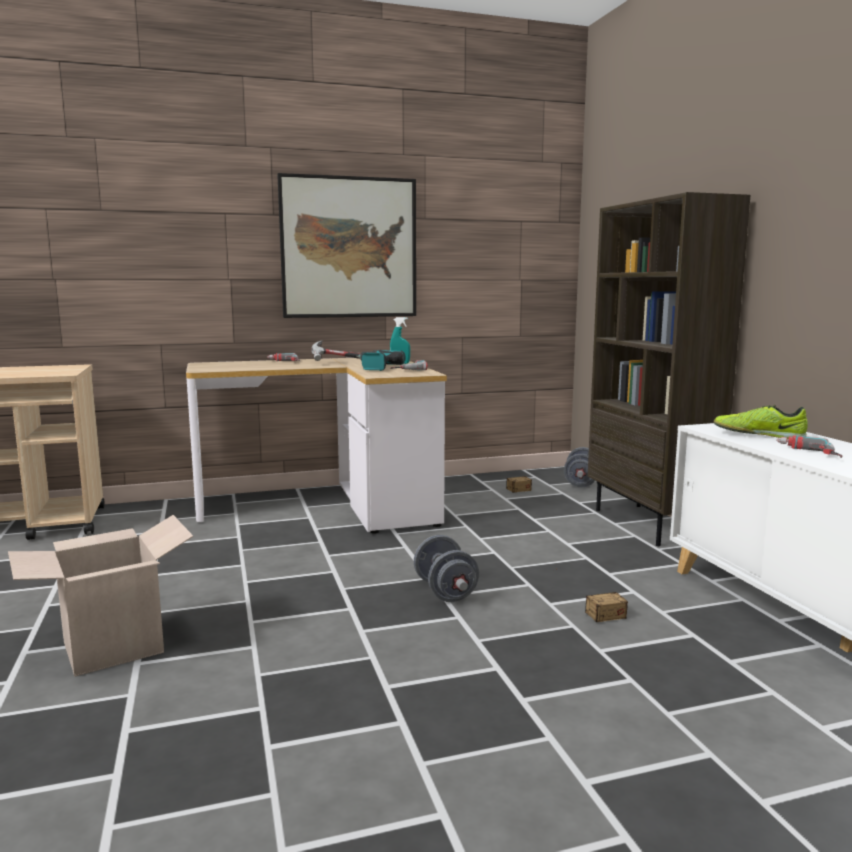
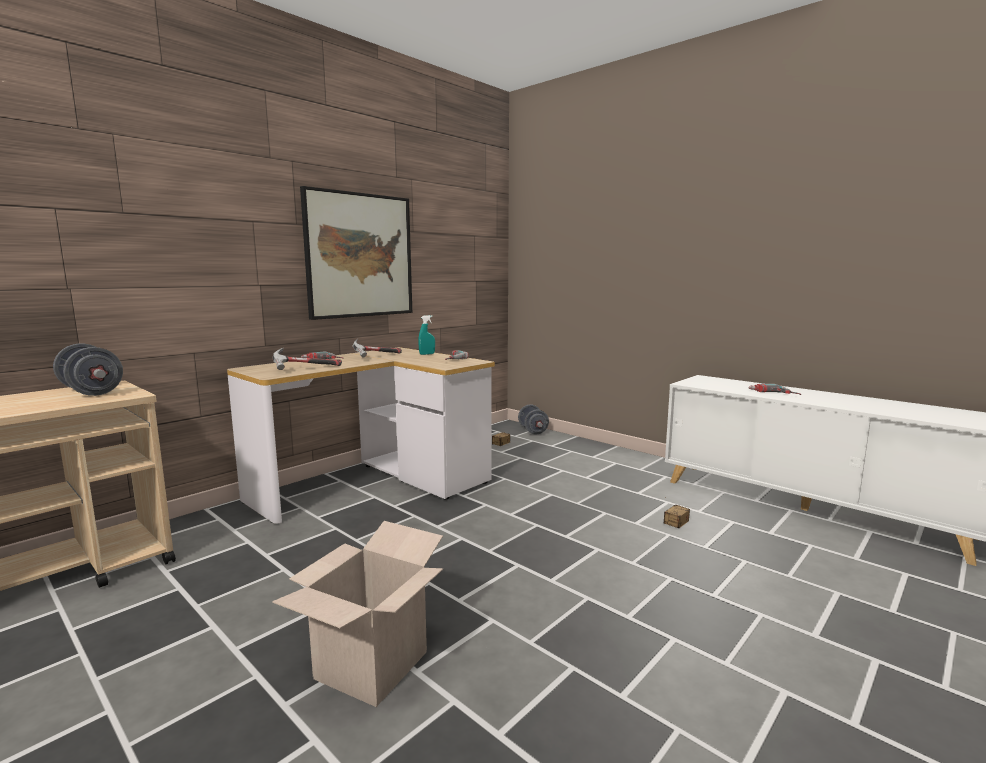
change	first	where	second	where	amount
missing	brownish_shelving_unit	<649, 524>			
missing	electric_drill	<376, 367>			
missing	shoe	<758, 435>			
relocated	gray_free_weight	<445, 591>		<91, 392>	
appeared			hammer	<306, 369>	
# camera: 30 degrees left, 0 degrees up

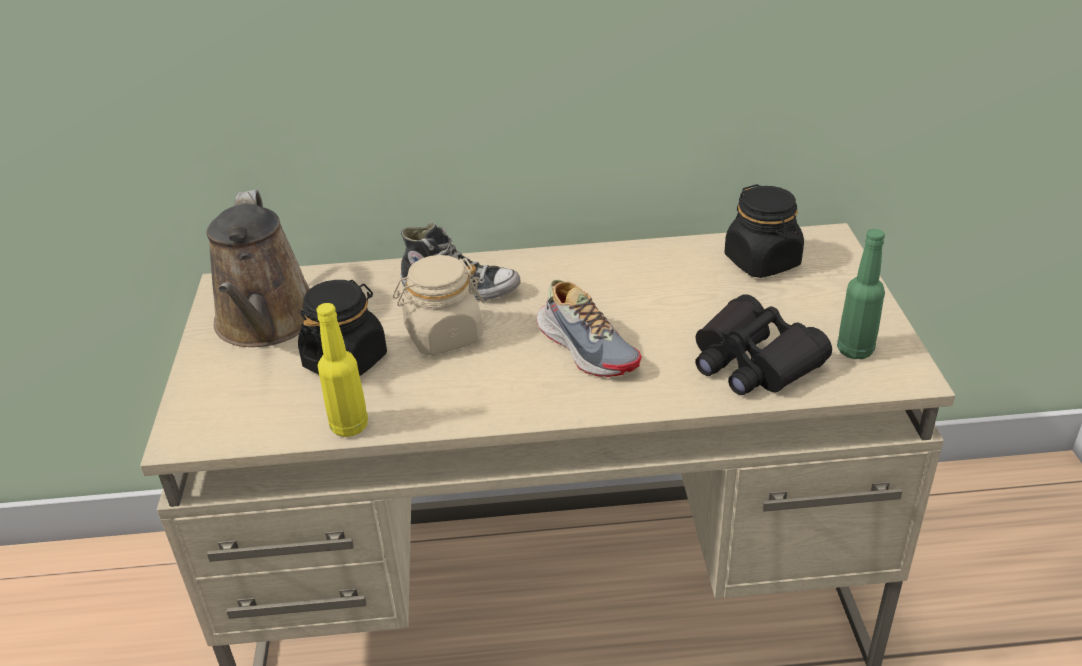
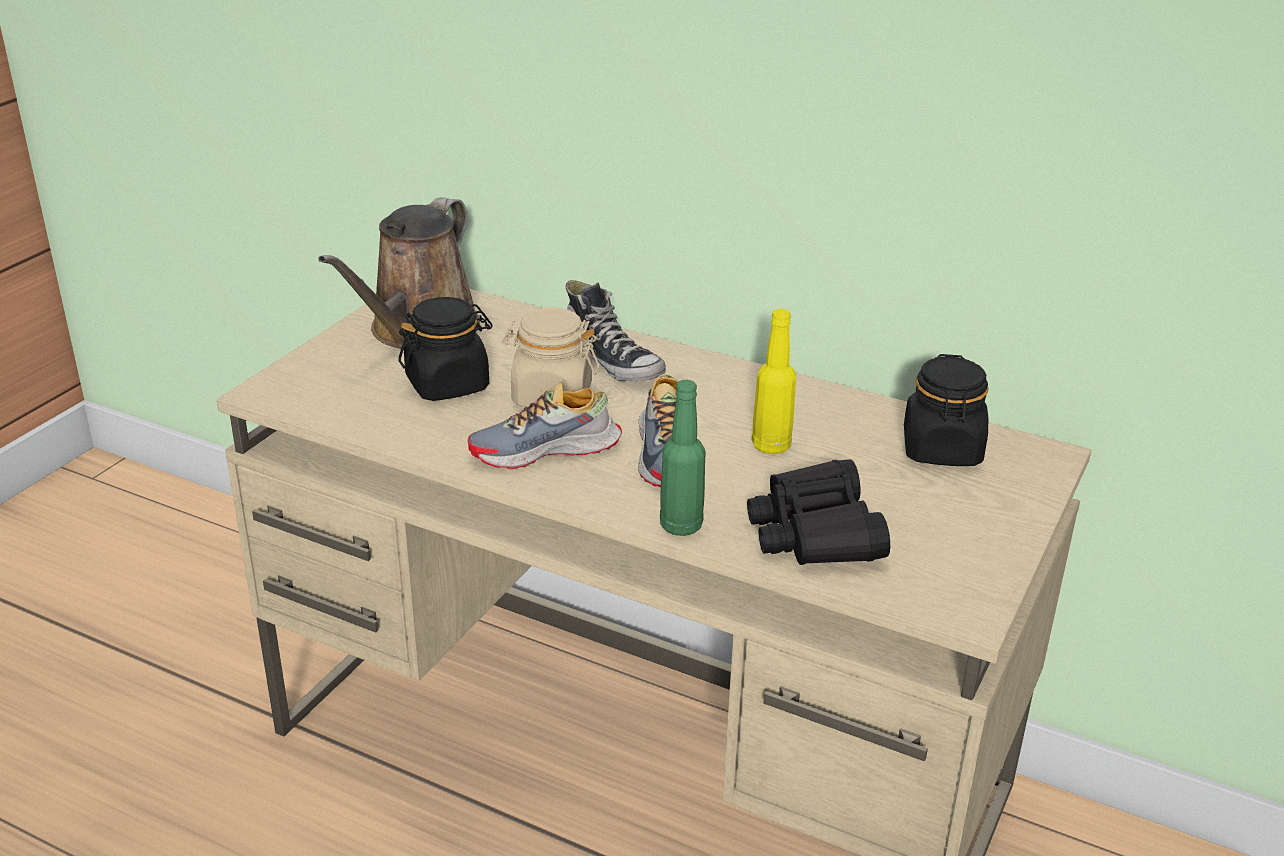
change	first	where	second	where	amount
relocated	green_drink_bottle	<855, 350>		<681, 526>	
relocated	yellow_drink_bottle	<349, 426>		<771, 446>	
appeared			shoe	<546, 450>	
# camera: 30 degrees right, 5 degrees down

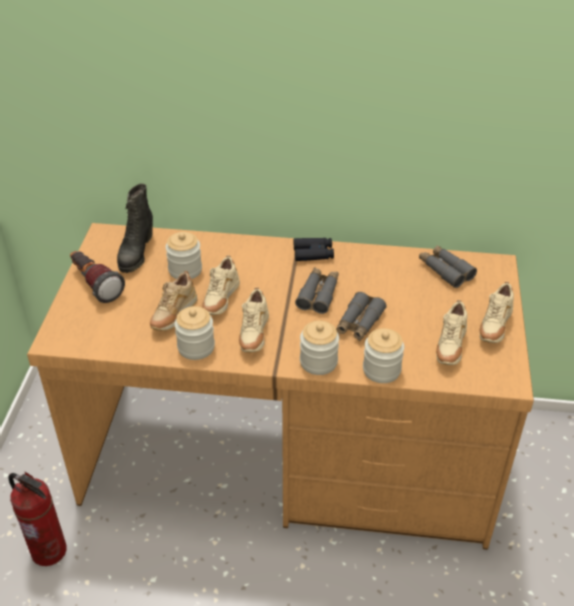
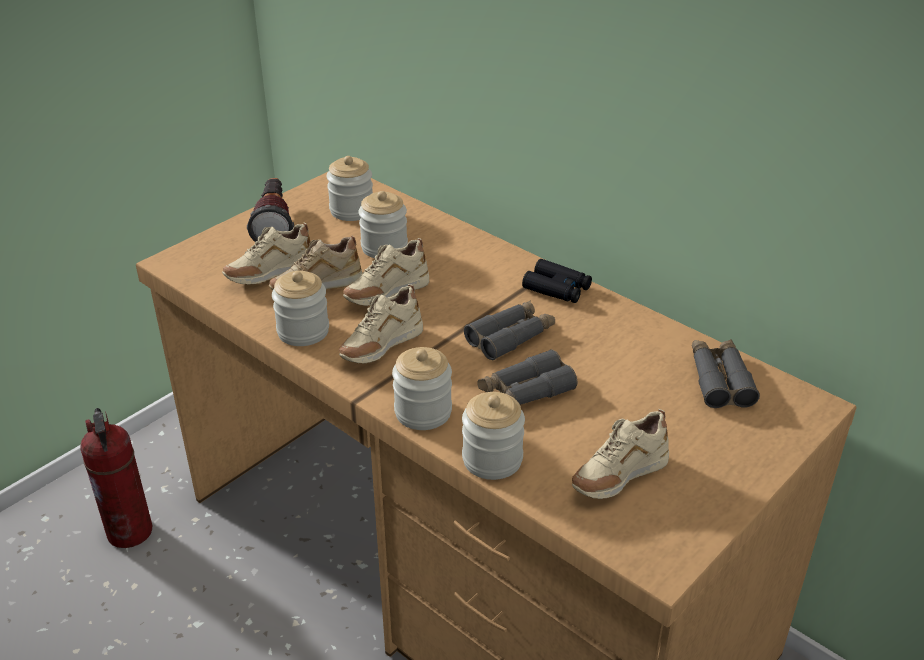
change	first	where	second	where	amount
exchanged	blackish_high-top_boot	<136, 253>	preserve_jar	<351, 210>	
relocated	beige_shoe	<494, 328>		<270, 275>	
# camera: 35 degrees right, 5 degrees down

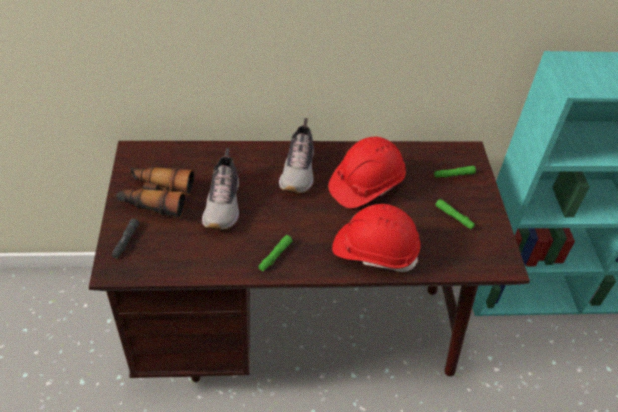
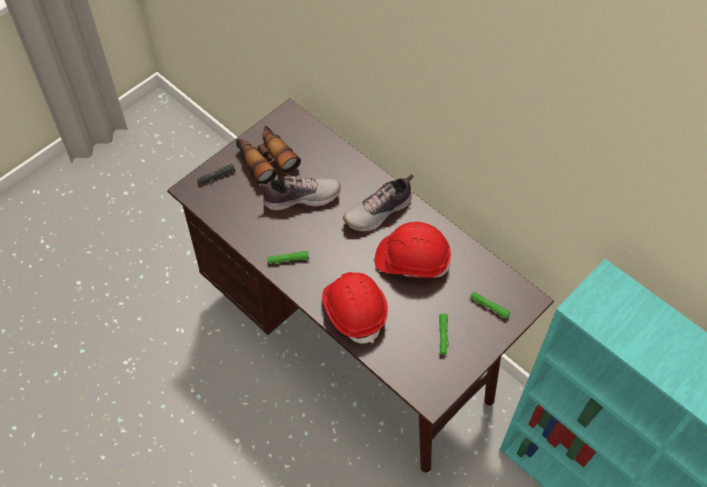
change	first	where	second	where	amount
spun	shoe	<223, 203>		<300, 197>	150 degrees counterclockwise
# camera: 50 degrees right, 10 degrees up

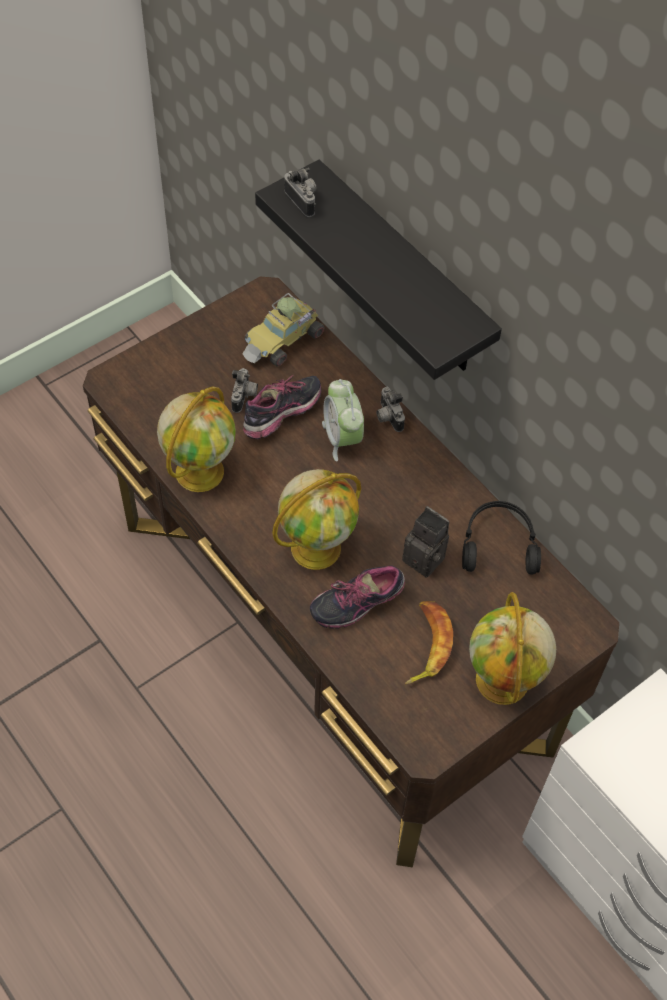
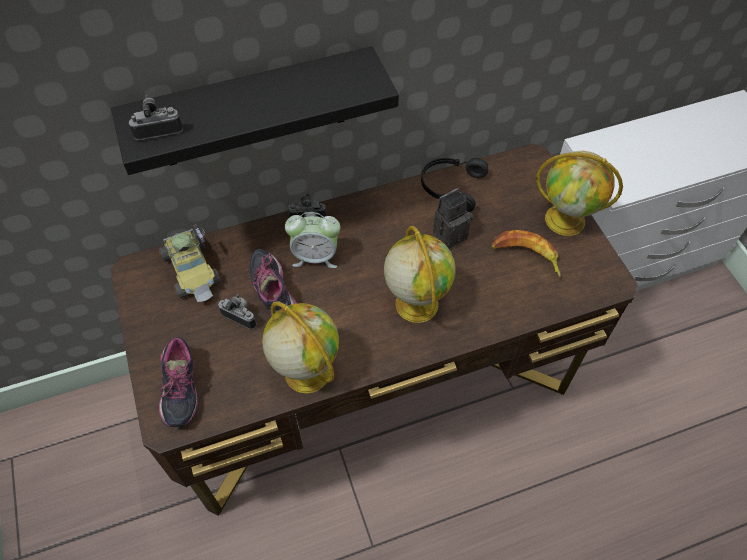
change	first	where	second	where	amount
relocated	shoe	<356, 603>		<179, 390>	
# camera: 70 degrees left, 0 degrees up

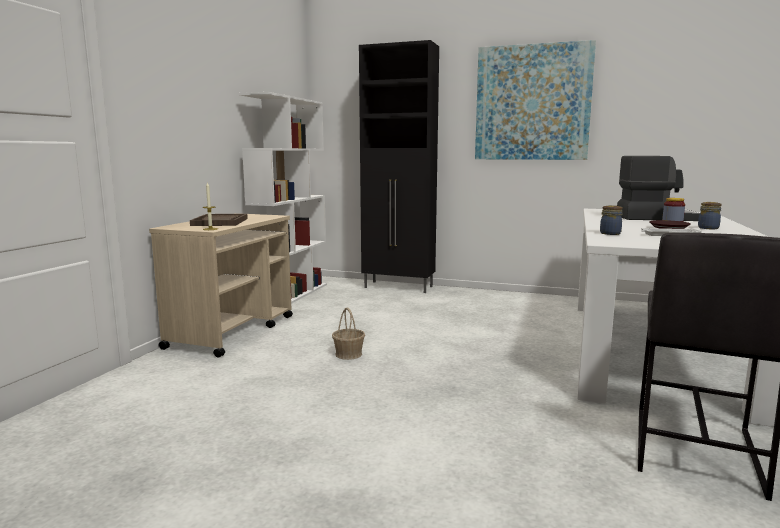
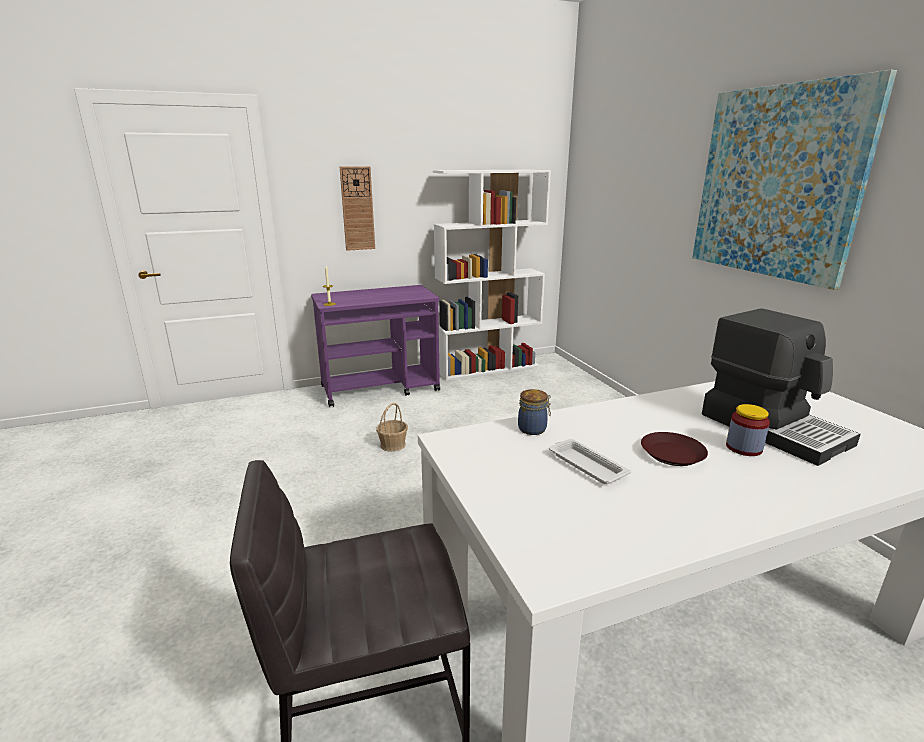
change	first	where	second	where	amount
missing	blackish_storage_cabinet	<399, 287>			
missing	preserve_jar	<707, 228>			
colour	beige_trolley	<232, 331>	purple_trolley	<381, 388>	
missing	brownish_serving_tray	<220, 222>			
appeared			wall_clock	<357, 209>	
# camera: 50 degrees right, 10 degrees up

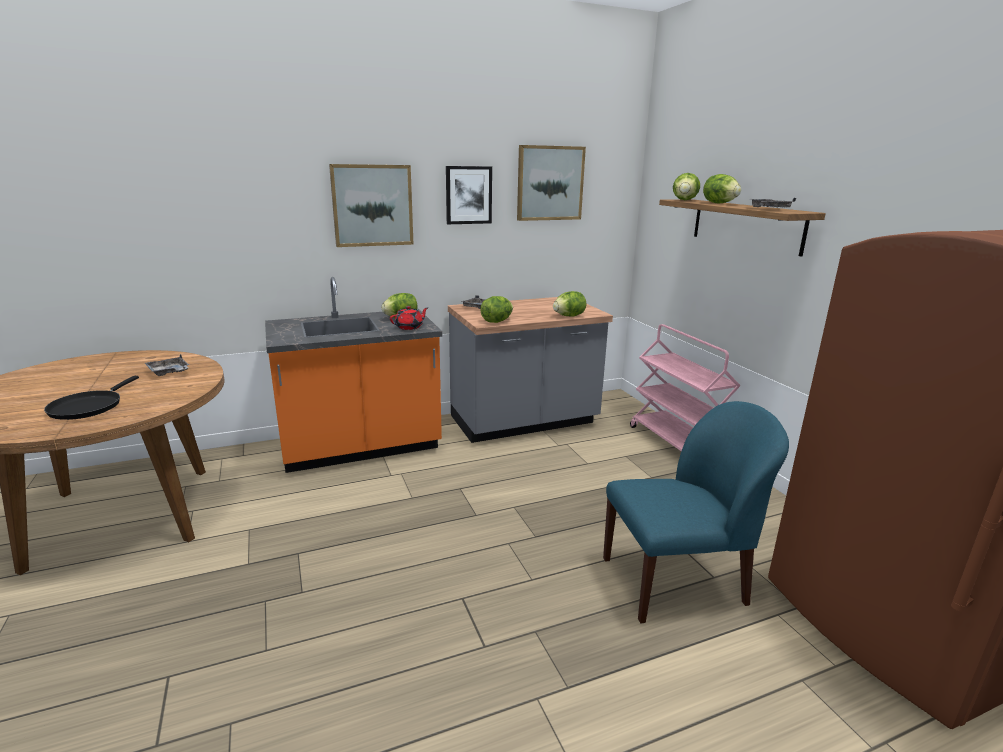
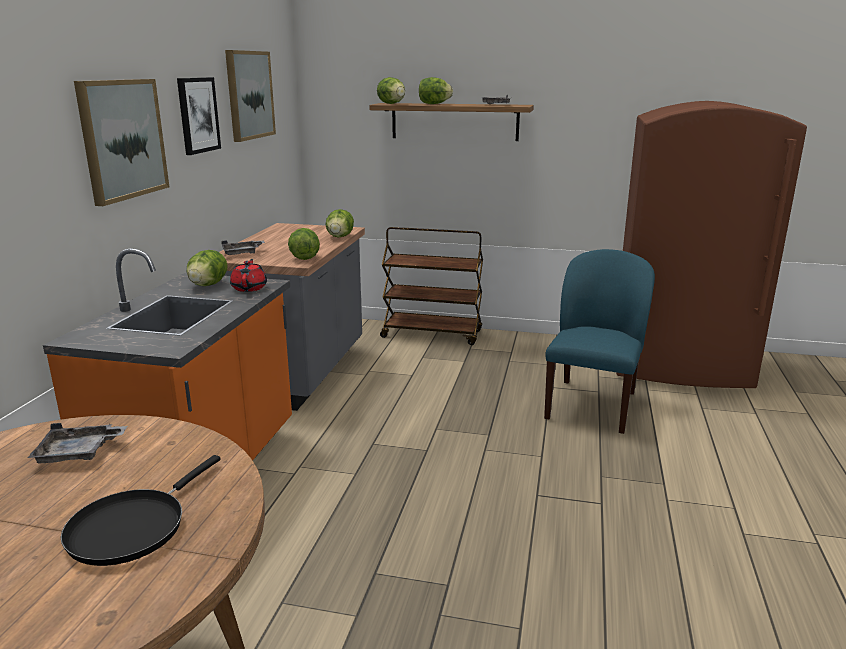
change	first	where	second	where	amount
colour	pink_trolley	<676, 444>	brownish_trolley	<432, 334>	
spun	blackish_pan	<89, 407>		<132, 527>	75 degrees clockwise
# camera: 55 degrees left, 0 degrees up

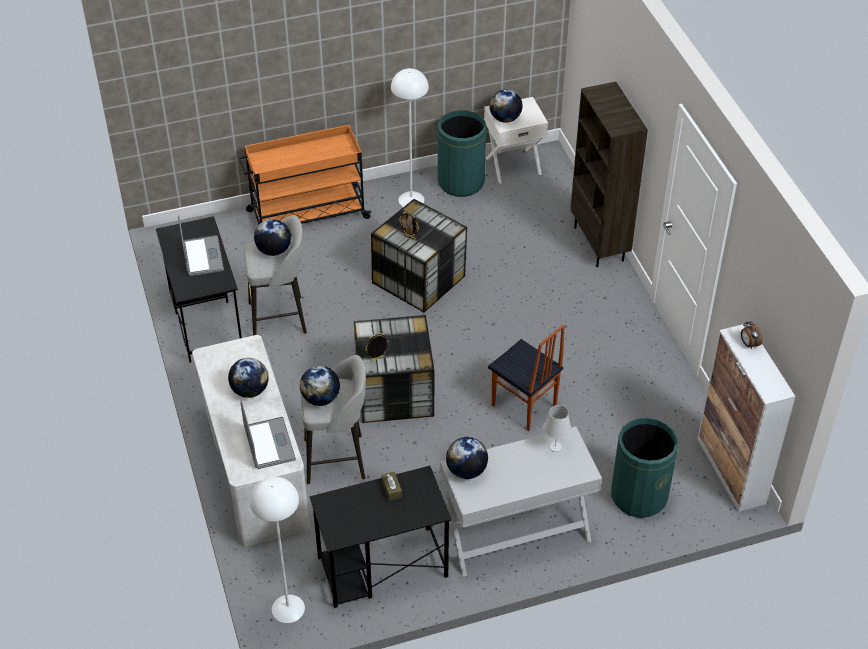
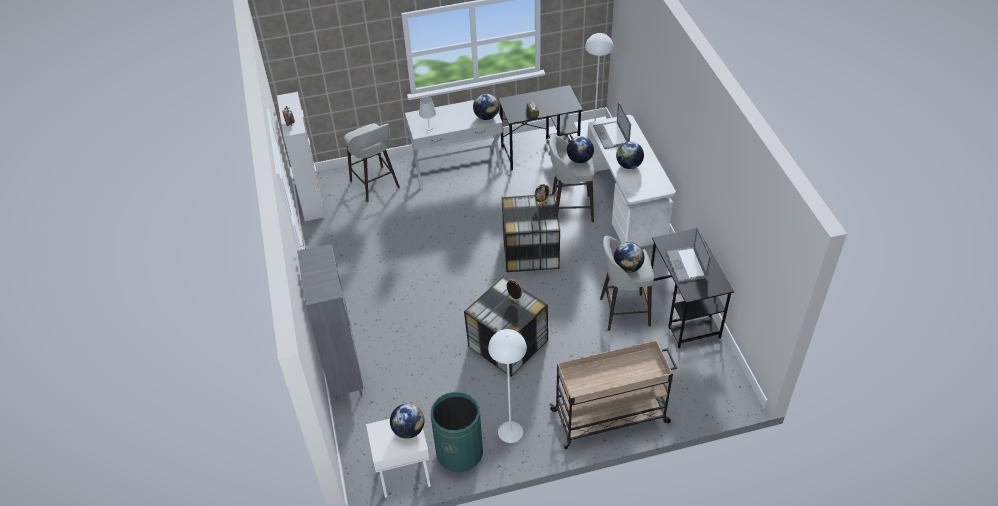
change	first	where	second	where	amount
colour	brownish_shelving_unit	<599, 244>	gray_shelving_unit	<344, 375>	
colour	orange_trolley	<306, 215>	beige_trolley	<611, 416>	
missing	upright_chair	<523, 407>			
exchanged	green_trash_can	<639, 495>	gray_stool	<375, 185>	
# camera: 175 degrees left, 0 degrees up

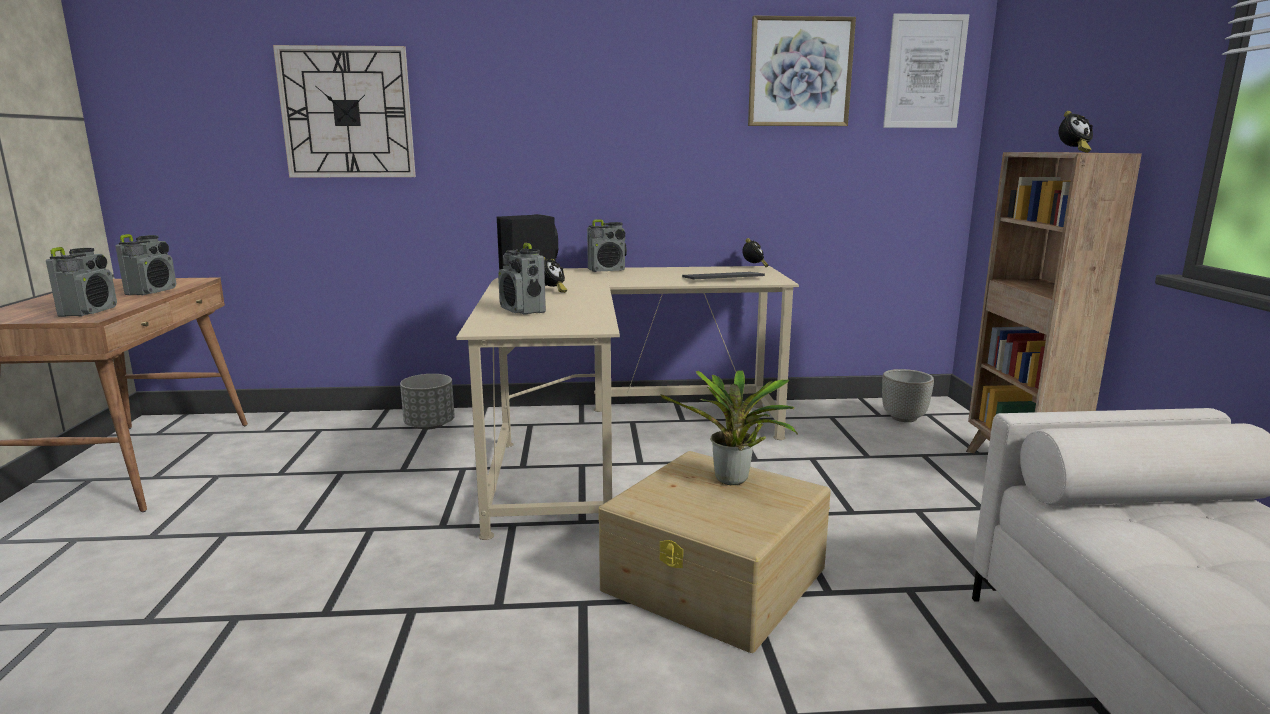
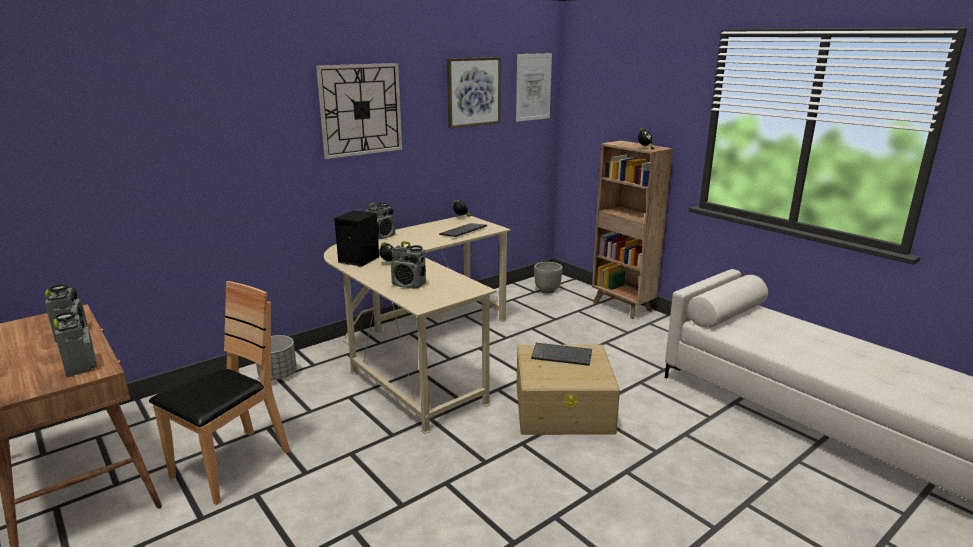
change	first	where	second	where	amount
relocated	wall_clock	<347, 113>		<361, 110>	
exchanged	houseplant	<733, 482>	keyboard	<562, 355>	
appeared			brownish_upright_chair	<231, 465>	
# camera: 35 degrees left, 5 degrees up

